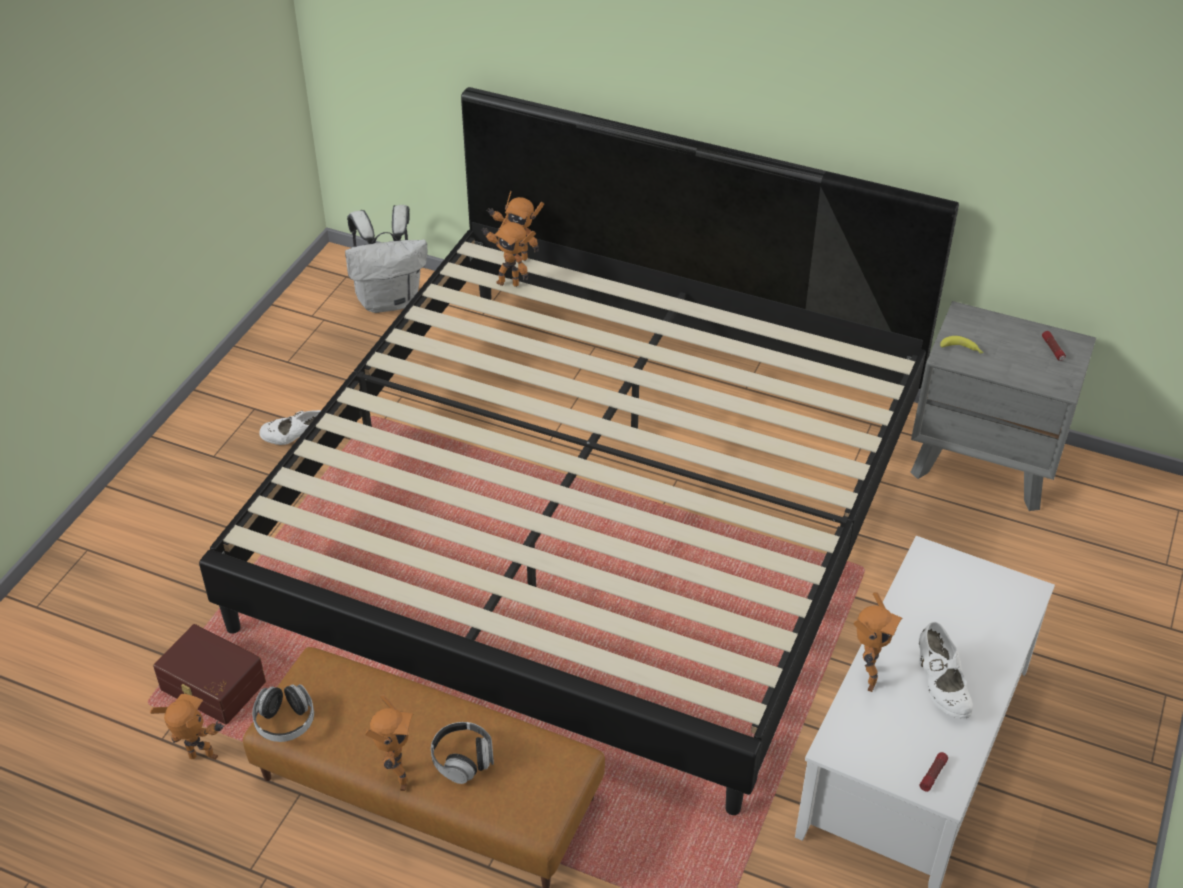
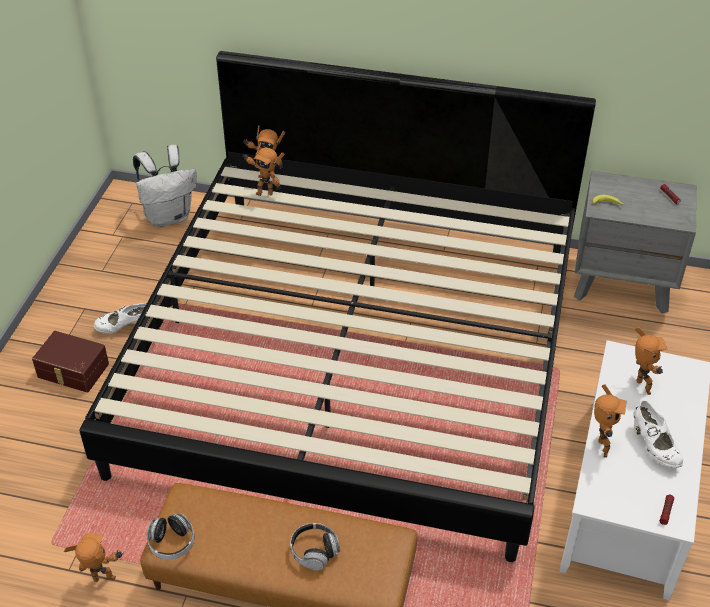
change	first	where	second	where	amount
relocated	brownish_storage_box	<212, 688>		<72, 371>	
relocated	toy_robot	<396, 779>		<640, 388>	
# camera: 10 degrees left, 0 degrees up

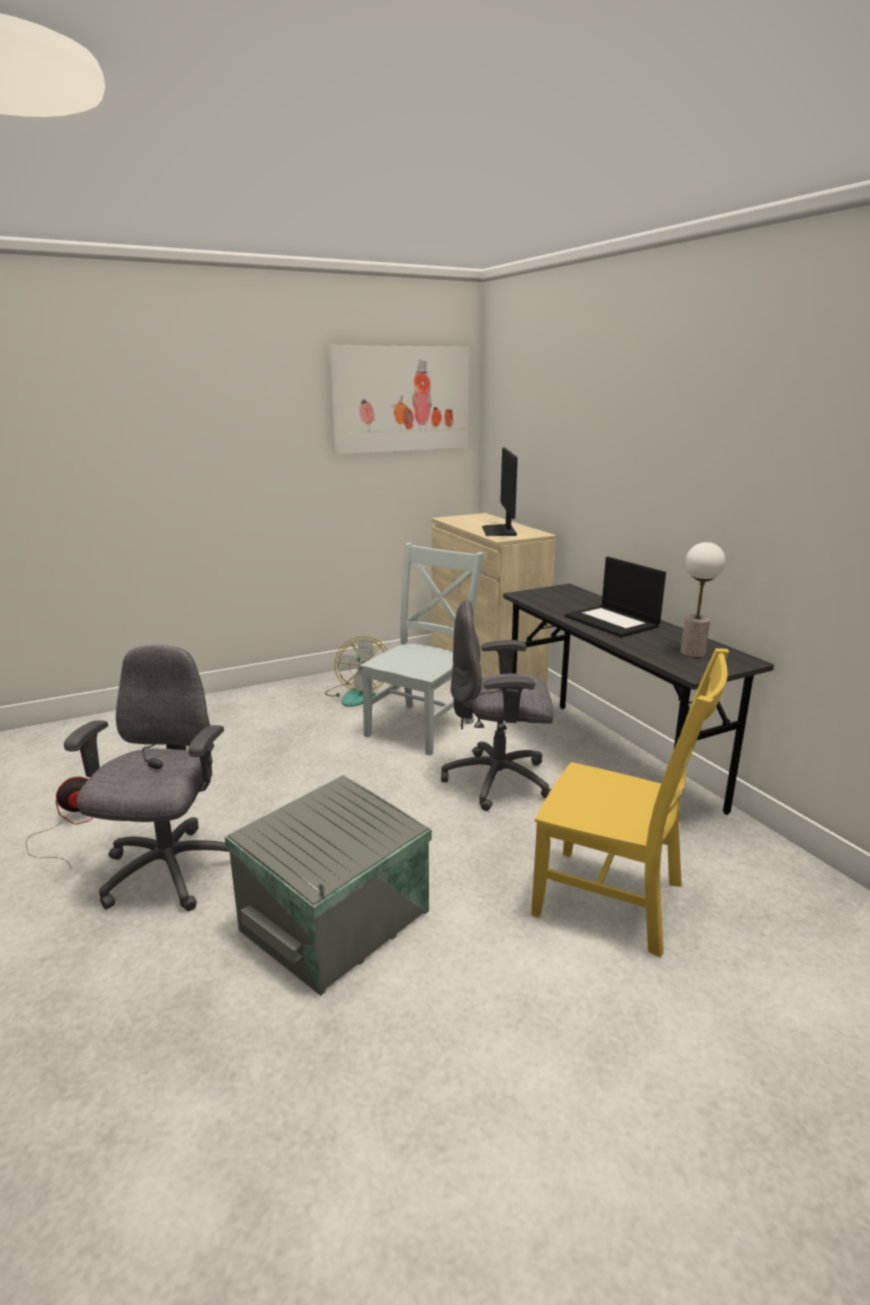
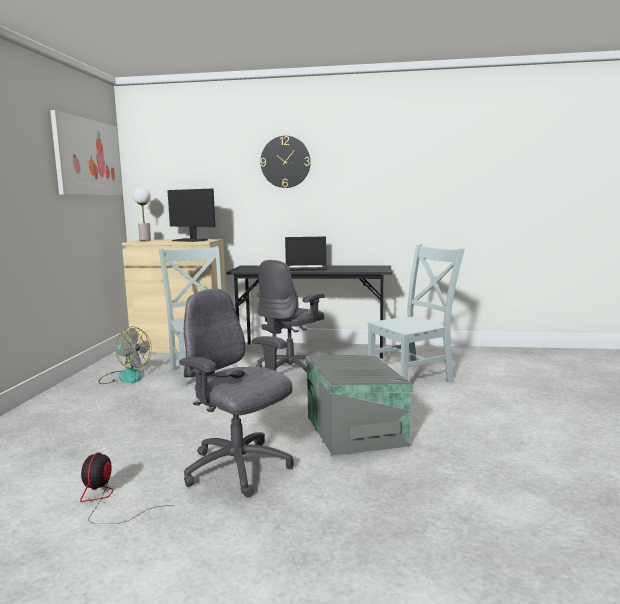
change	first	where	second	where	amount
relocated	table_lamp	<692, 653>		<145, 240>	
colour	yellow_upright_chair	<615, 902>	gray_upright_chair	<413, 377>	
appeared			wall_clock	<285, 162>	
# camera: 55 degrees left, 10 degrees down

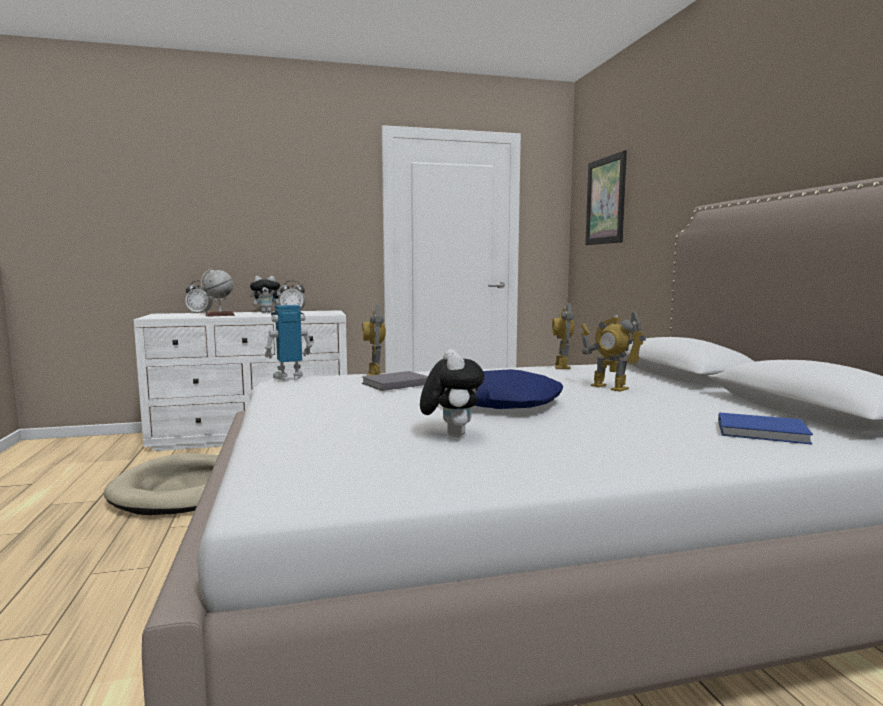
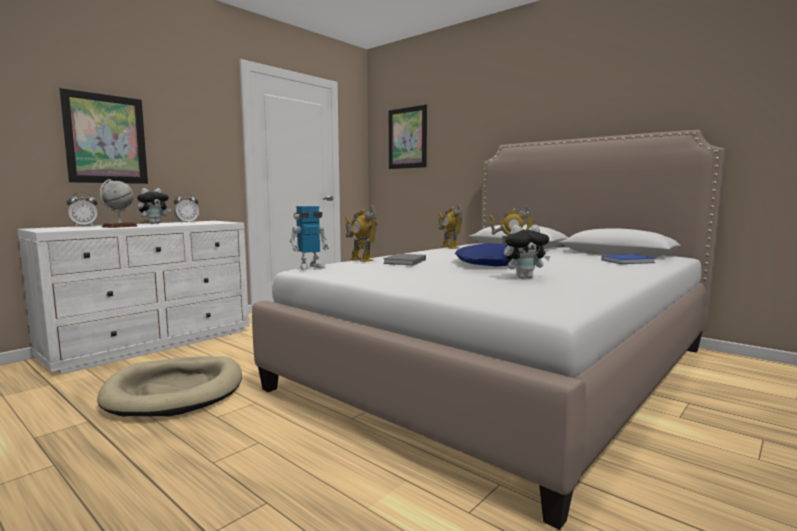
change	first	where	second	where	amount
spun	toy_robot	<289, 378>		<310, 267>	150 degrees counterclockwise
spun	soft_toy	<451, 434>		<524, 278>	120 degrees clockwise
appeared			wall_art	<106, 139>	
# camera: 35 degrees left, 0 degrees up

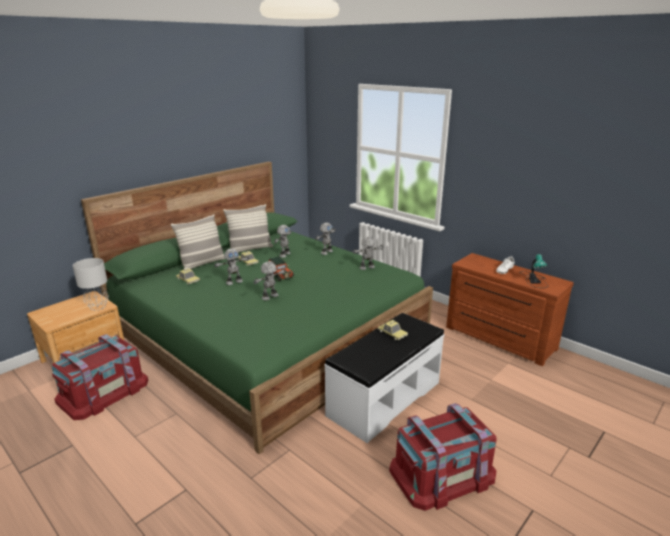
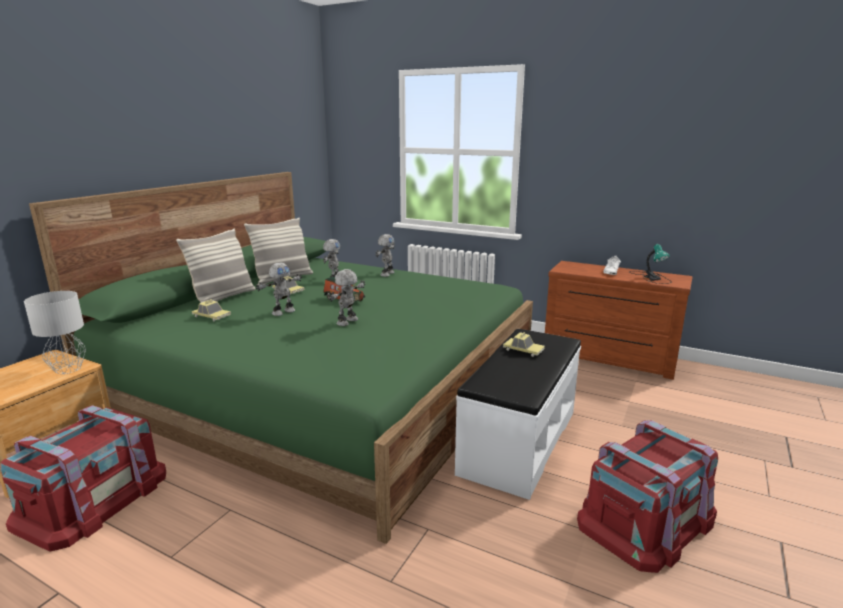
change	first	where	second	where	amount
missing	toy_robot	<367, 268>			
# camera: 15 degrees left, 5 degrees down

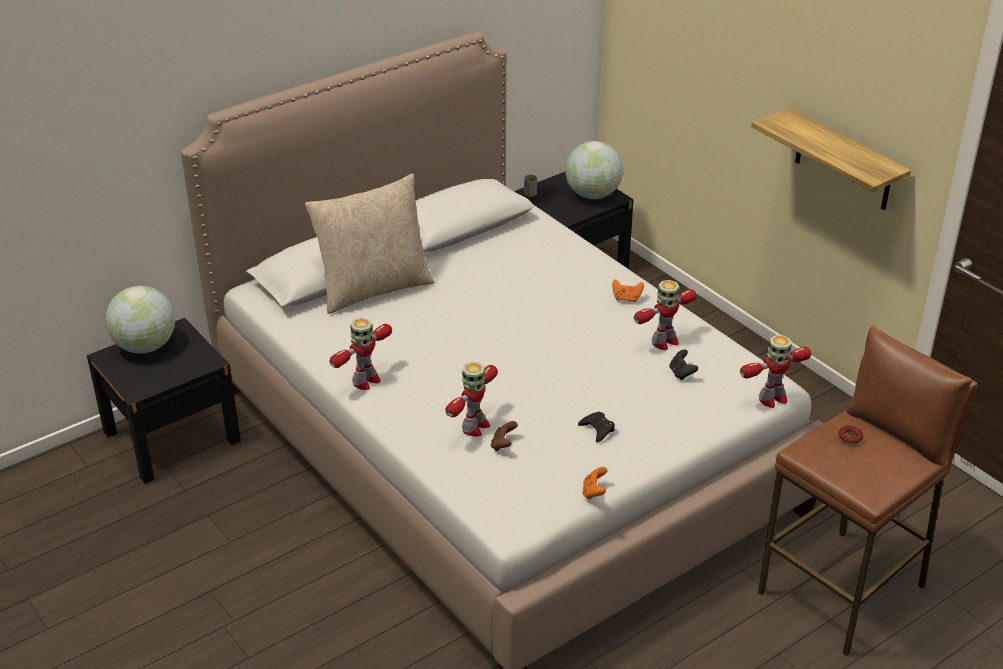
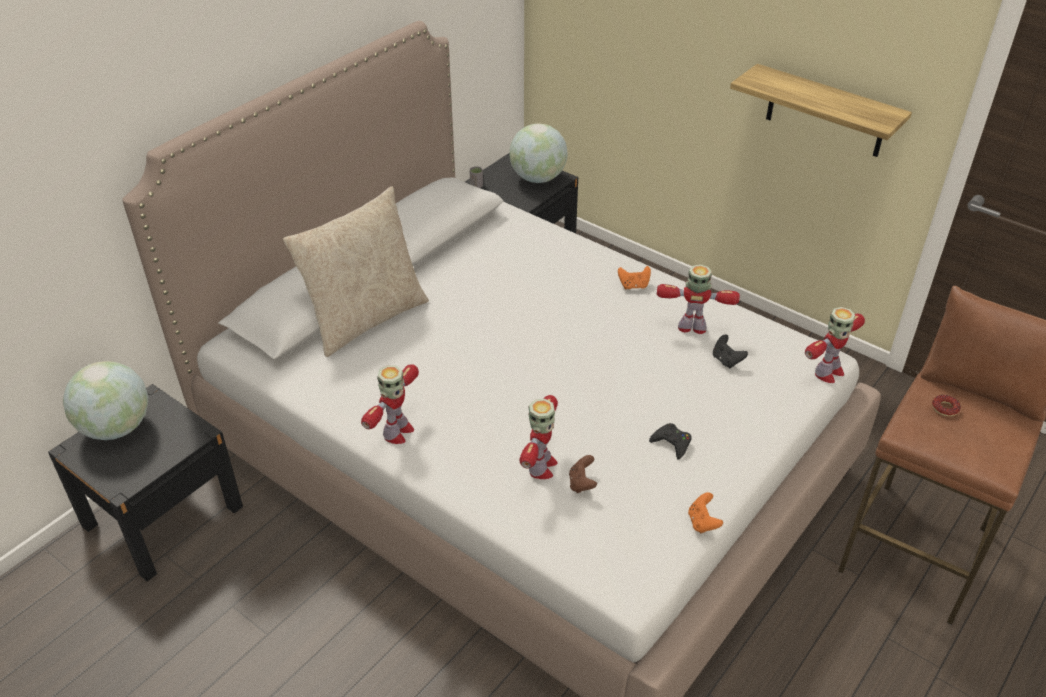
change	first	where	second	where	amount
spun	toy_robot	<664, 342>		<692, 327>	120 degrees counterclockwise
# camera: 15 degrees left, 5 degrees up

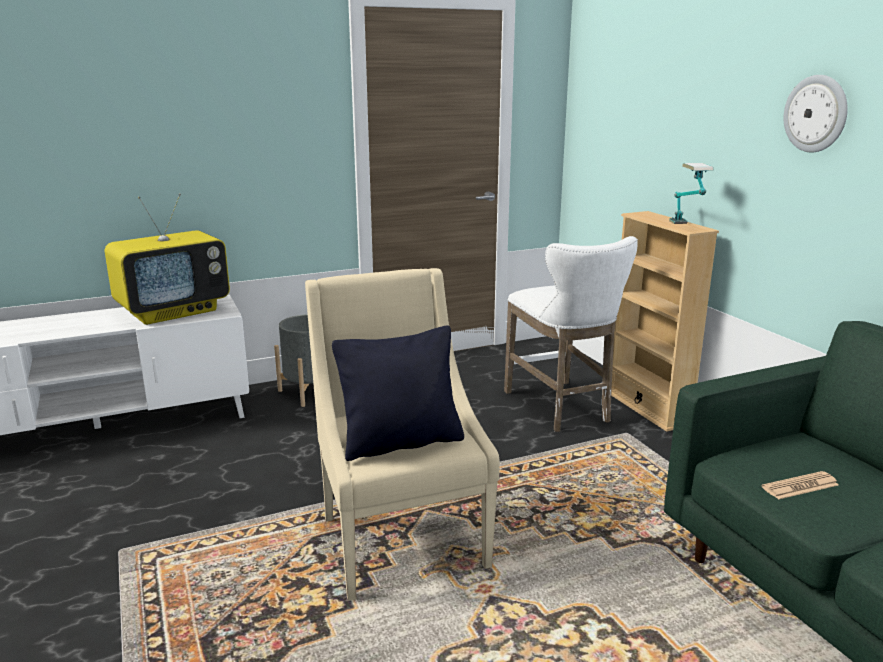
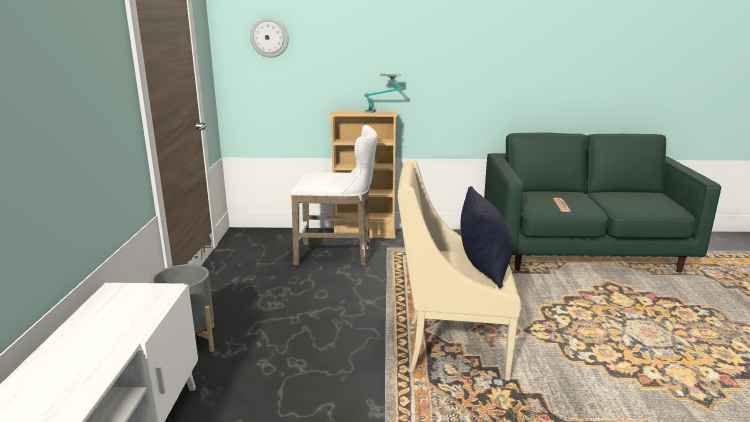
change	first	where	second	where	amount
relocated	wall_clock	<816, 114>		<269, 37>	
missing	television	<174, 311>			
# camera: 65 degrees left, 0 degrees up

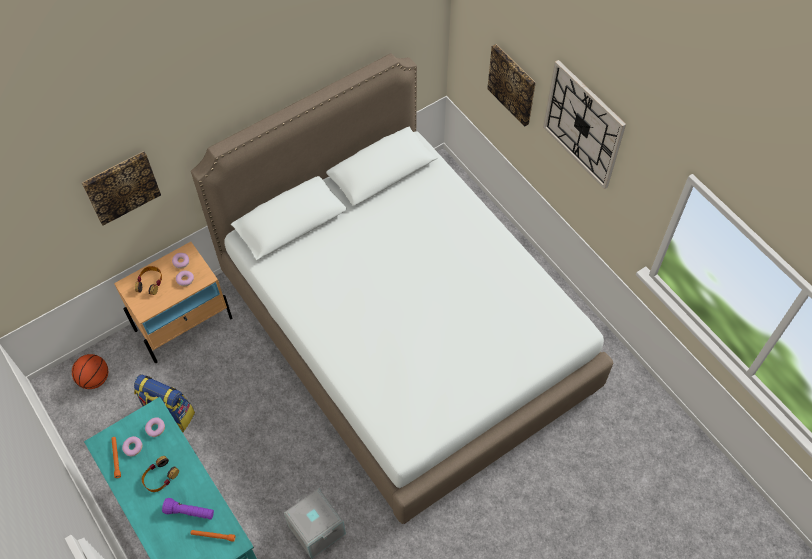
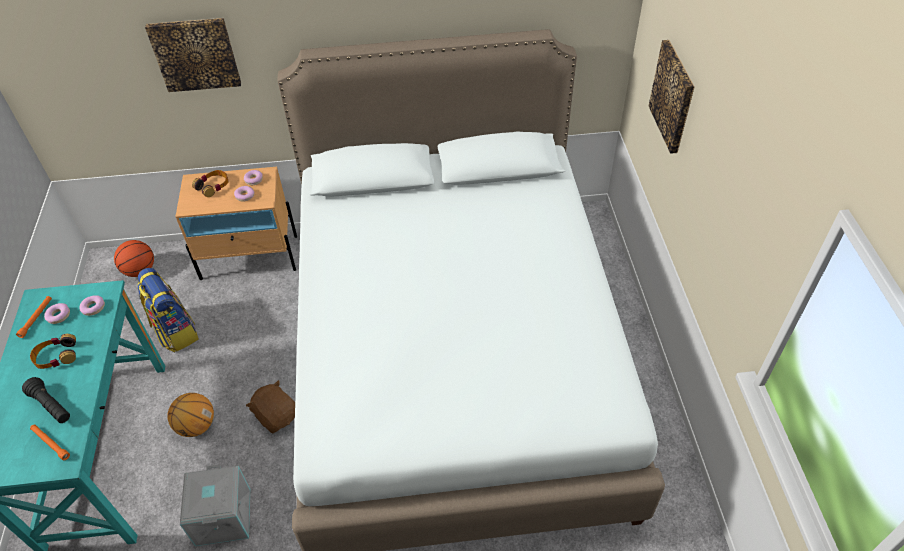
change	first	where	second	where	amount
missing	wall_clock	<583, 124>			
colour	purple_hand_torch	<190, 512>	blackish_hand_torch	<51, 406>	
appeared			brownish_soft_toy	<277, 416>	
appeared			basketball_ball	<196, 426>	
# camera: 30 degrees right, 10 degrees down

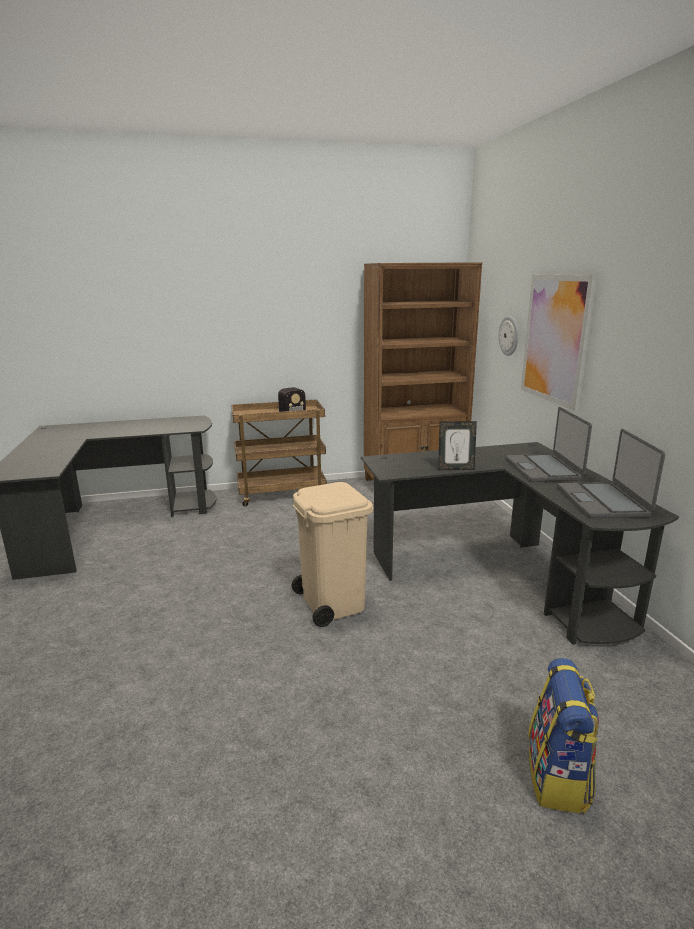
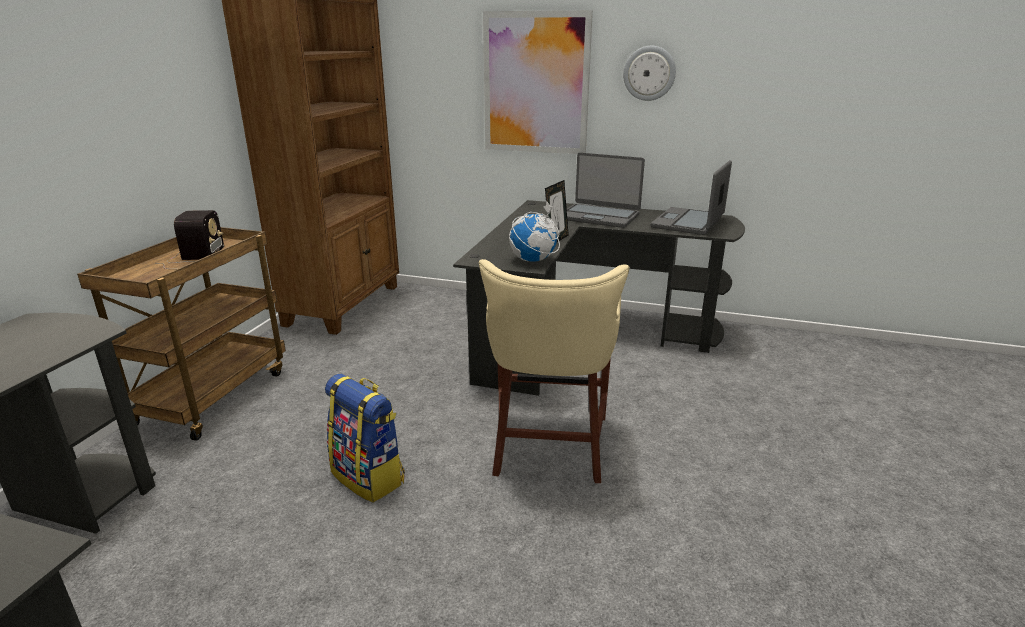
change	first	where	second	where	amount
relocated	wall_clock	<509, 335>		<649, 73>	
spun	laptop	<603, 501>		<688, 222>	90 degrees clockwise
exchanged	beige_trash_can	<332, 602>	beige_stool	<548, 447>	
relocated	backpack	<558, 777>		<369, 477>	
appeared			world_globe	<533, 260>	
# camera: 60 degrees left, 5 degrees up

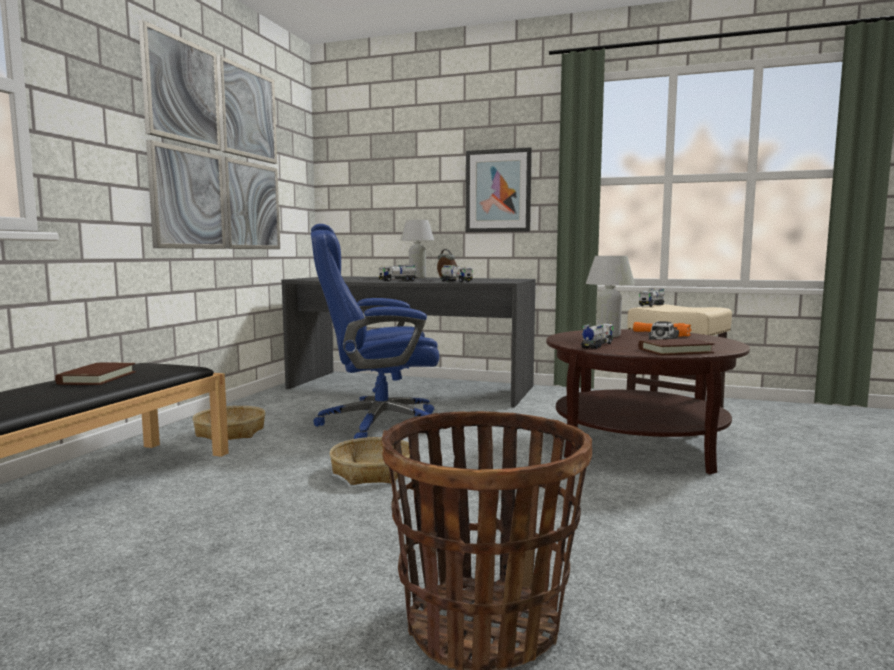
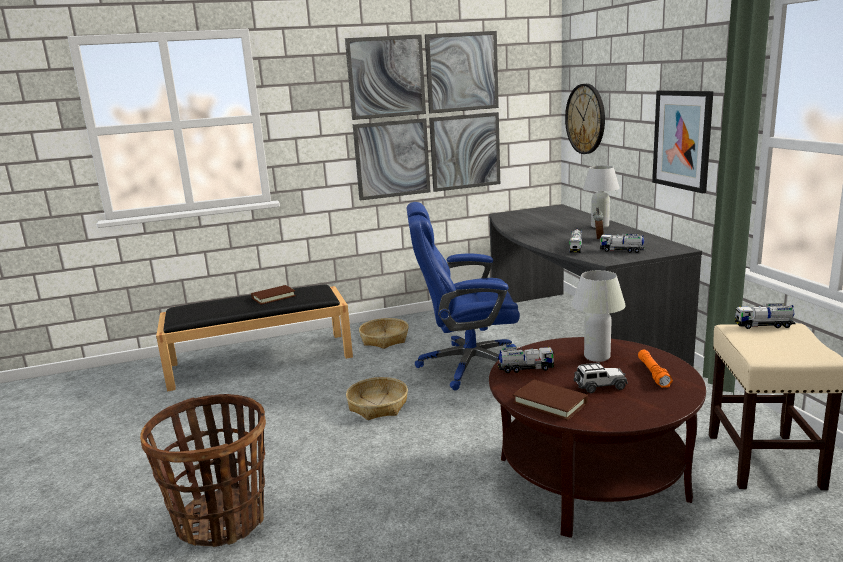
change	first	where	second	where	amount
spun	blue_office_chair	<377, 424>		<467, 365>	45 degrees counterclockwise
relocated	model_truck	<398, 280>		<621, 250>	
appeared			wall_clock	<585, 119>	
# camera: 55 degrees right, 10 degrees up

